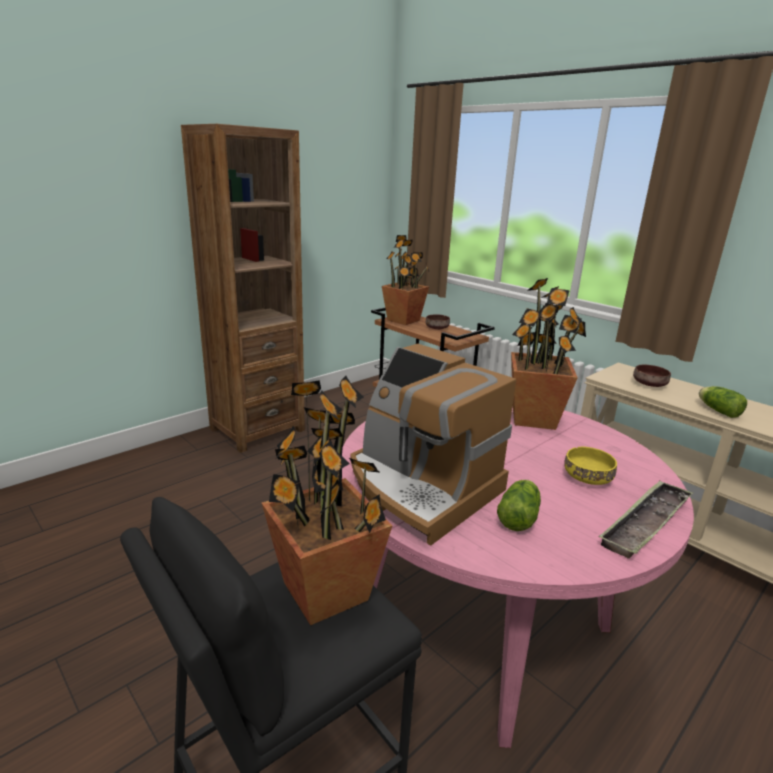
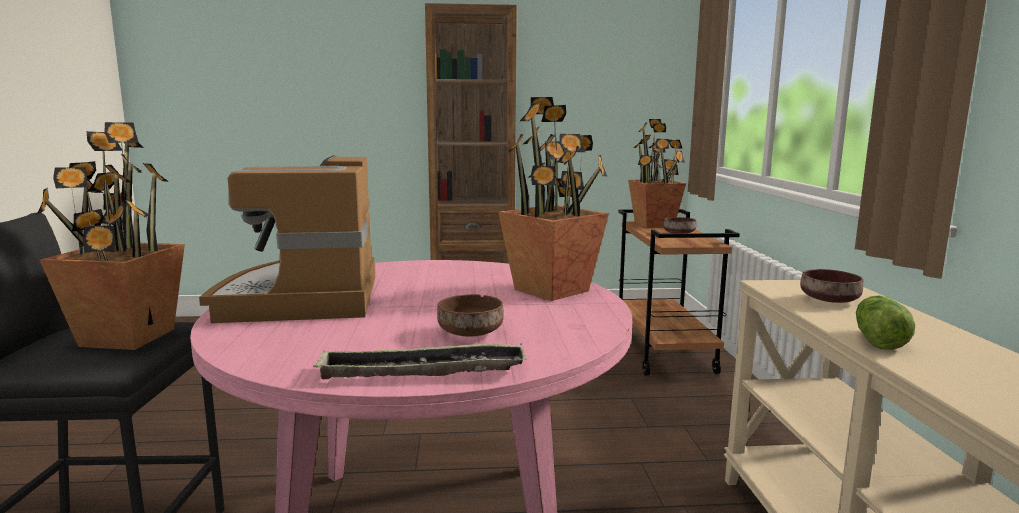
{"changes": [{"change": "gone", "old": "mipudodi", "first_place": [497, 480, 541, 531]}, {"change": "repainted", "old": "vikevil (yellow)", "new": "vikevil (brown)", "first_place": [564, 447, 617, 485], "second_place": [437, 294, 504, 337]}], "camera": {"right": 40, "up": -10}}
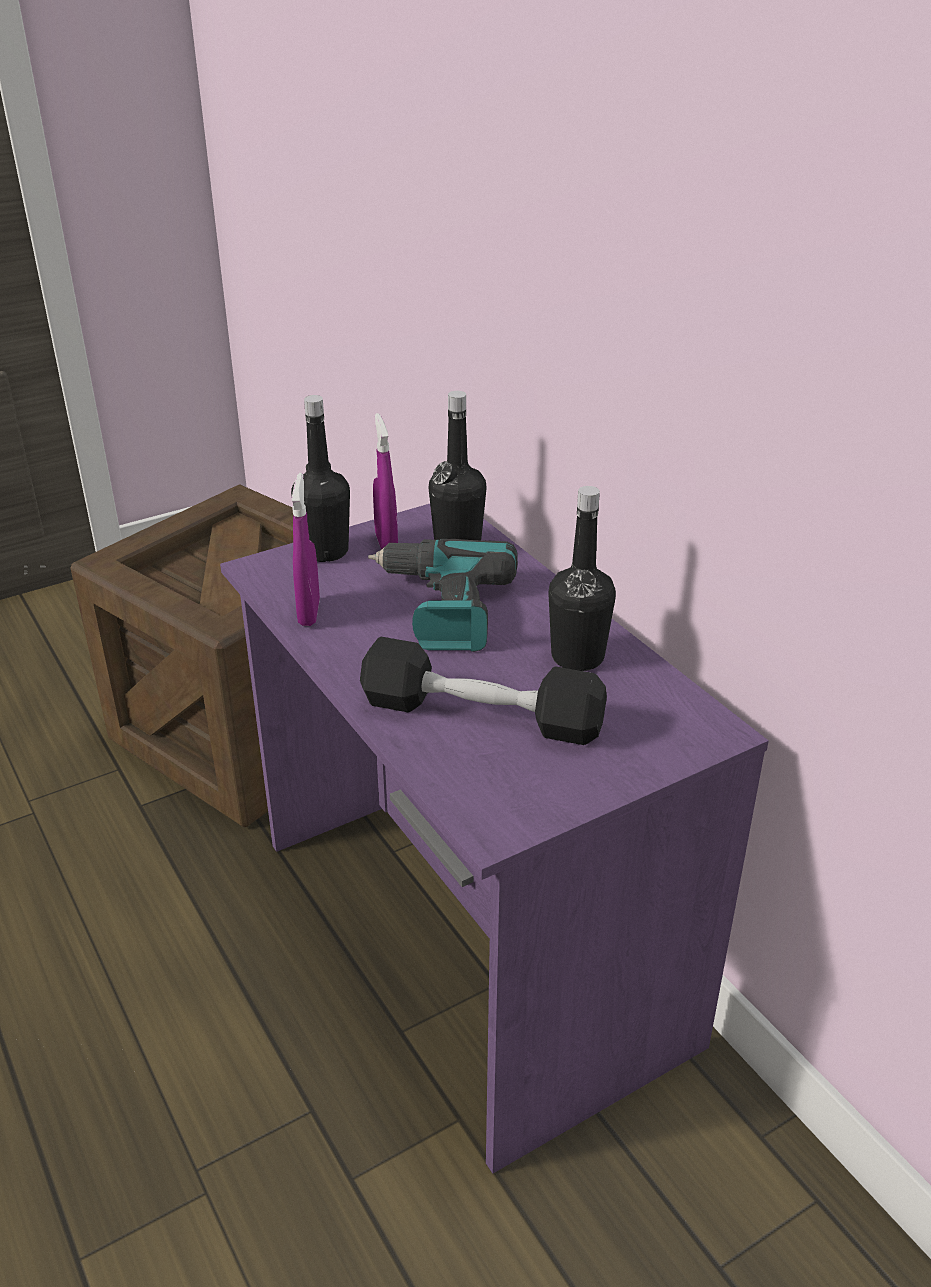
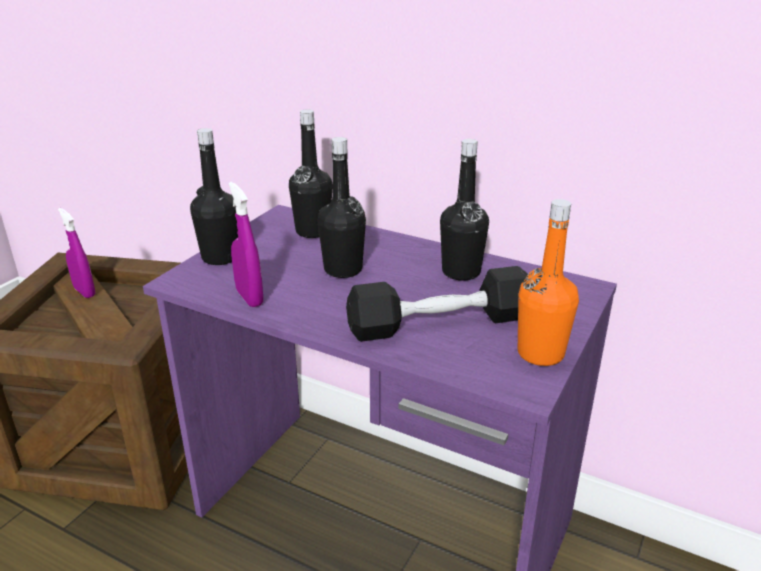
{"changes": [{"change": "swapped", "old": "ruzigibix", "new": "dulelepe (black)", "first_place": [368, 539, 518, 652], "second_place": [317, 137, 366, 278]}, {"change": "shifted", "old": "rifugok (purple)", "first_place": [373, 413, 398, 550], "second_place": [58, 208, 95, 298]}, {"change": "new", "new": "dulelepe (orange)", "second_place": [518, 199, 579, 366]}], "camera": {"right": -30, "up": -5}}
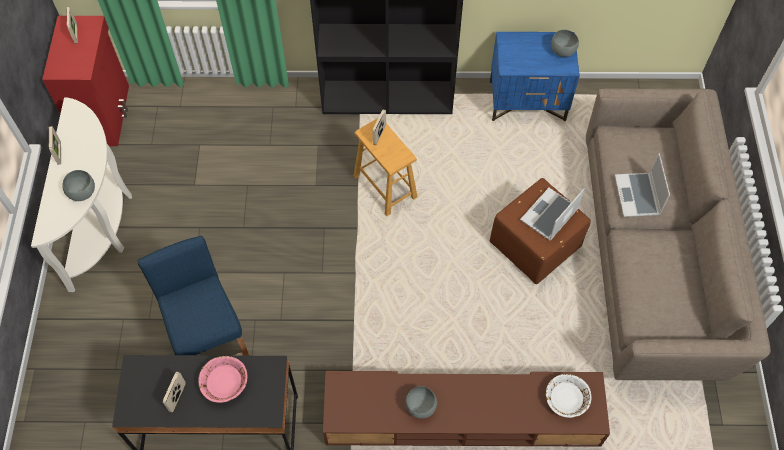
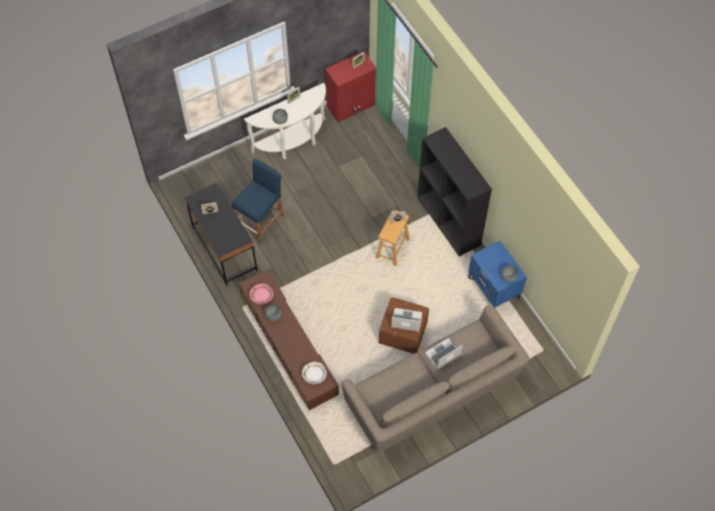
{"changes": [{"change": "shifted", "old": "vikevil (pink)", "first_place": [198, 356, 247, 403], "second_place": [249, 283, 273, 304]}], "camera": {"right": 60, "up": 0}}
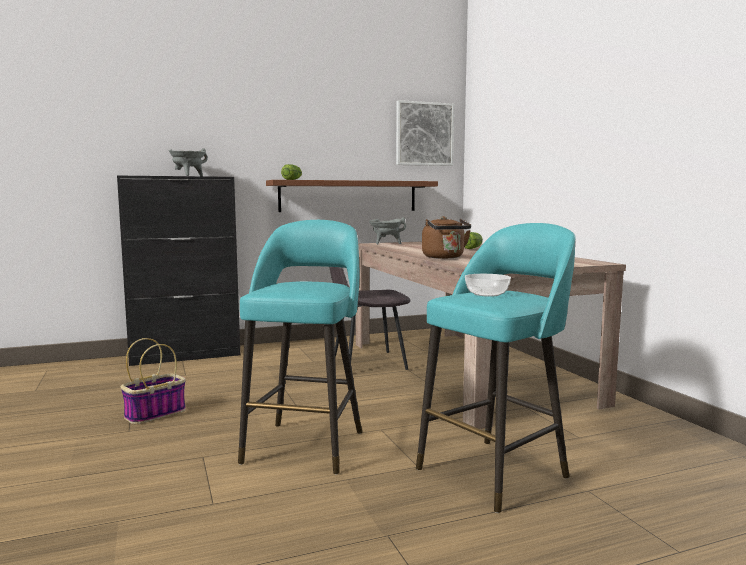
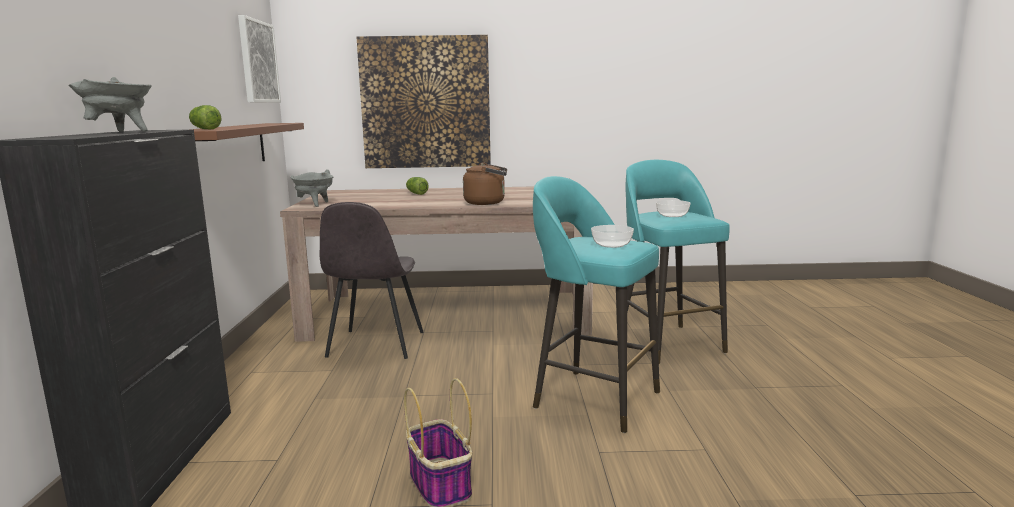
{"changes": [{"change": "new", "new": "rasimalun", "second_place": [356, 35, 491, 168]}, {"change": "new", "new": "vikevil", "second_place": [591, 225, 634, 248]}], "camera": {"right": -70, "up": 5}}
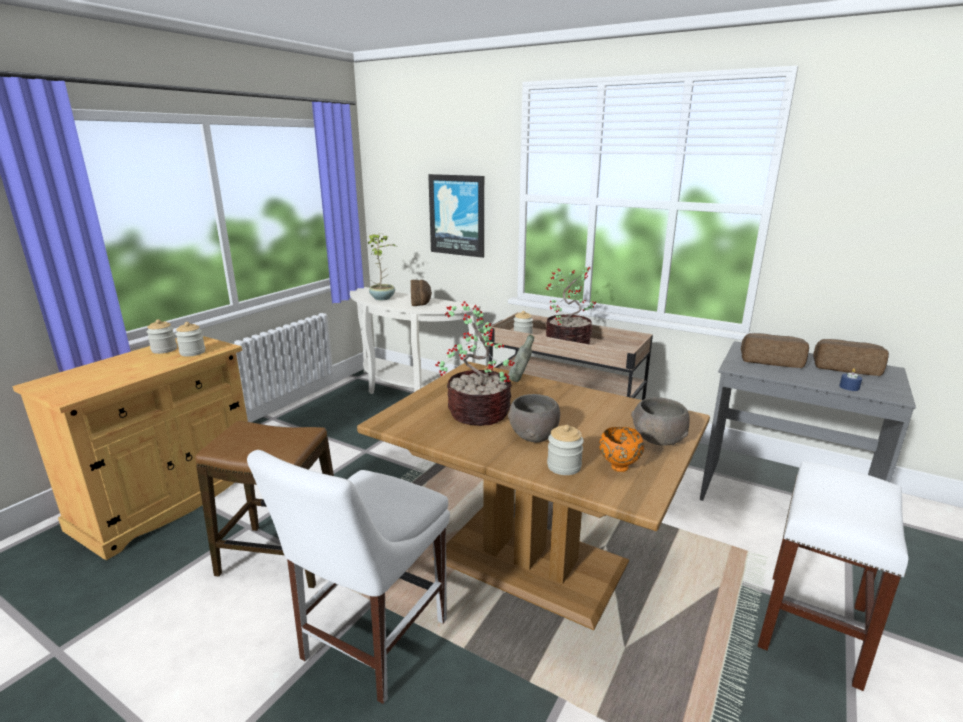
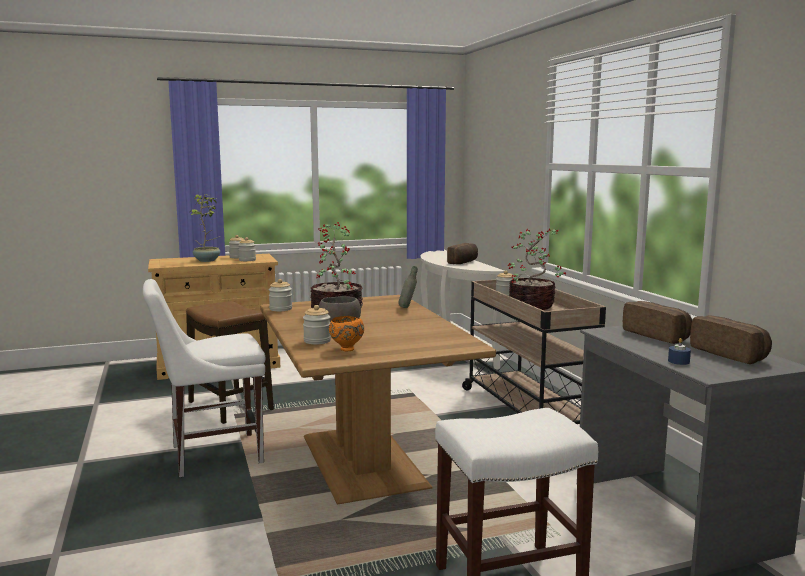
{"changes": [{"change": "shifted", "old": "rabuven", "first_place": [368, 233, 396, 300], "second_place": [191, 194, 220, 262]}, {"change": "gone", "old": "rasimalun", "first_place": [428, 174, 484, 258]}, {"change": "gone", "old": "vikevil (grey)", "first_place": [631, 397, 690, 446]}, {"change": "new", "new": "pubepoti", "second_place": [269, 279, 292, 311]}], "camera": {"right": 40, "up": -10}}
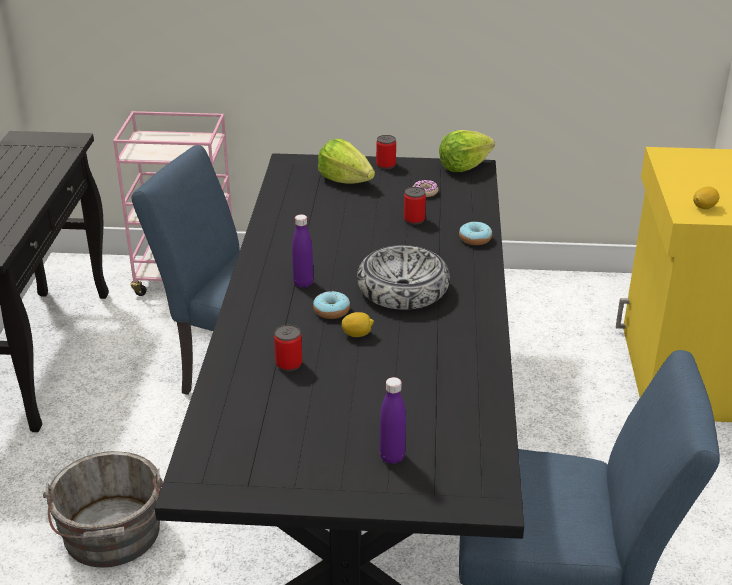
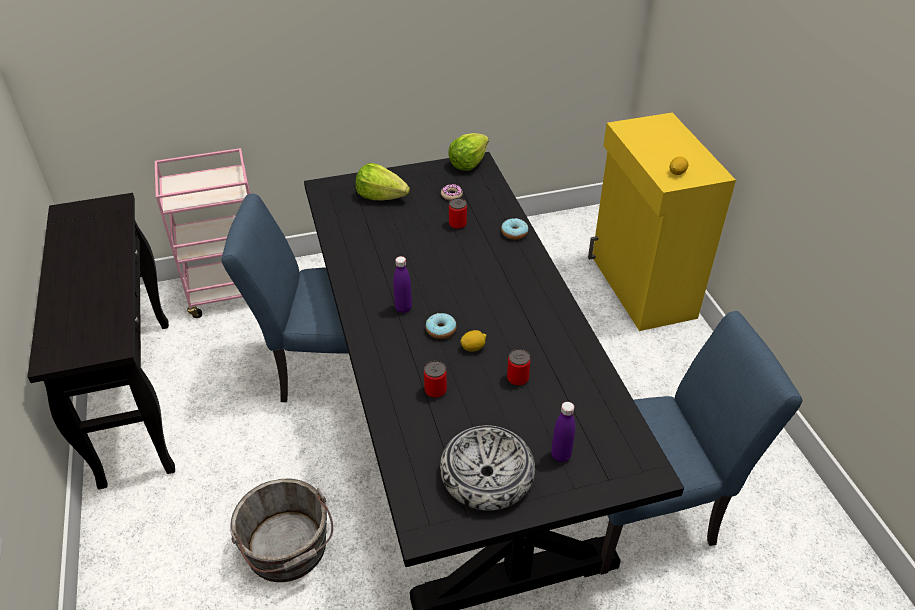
{"changes": [{"change": "shifted", "old": "vikevil", "first_place": [357, 245, 450, 310], "second_place": [440, 425, 535, 511]}, {"change": "shifted", "old": "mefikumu", "first_place": [376, 135, 396, 169], "second_place": [507, 349, 531, 386]}], "camera": {"right": -20, "up": 10}}
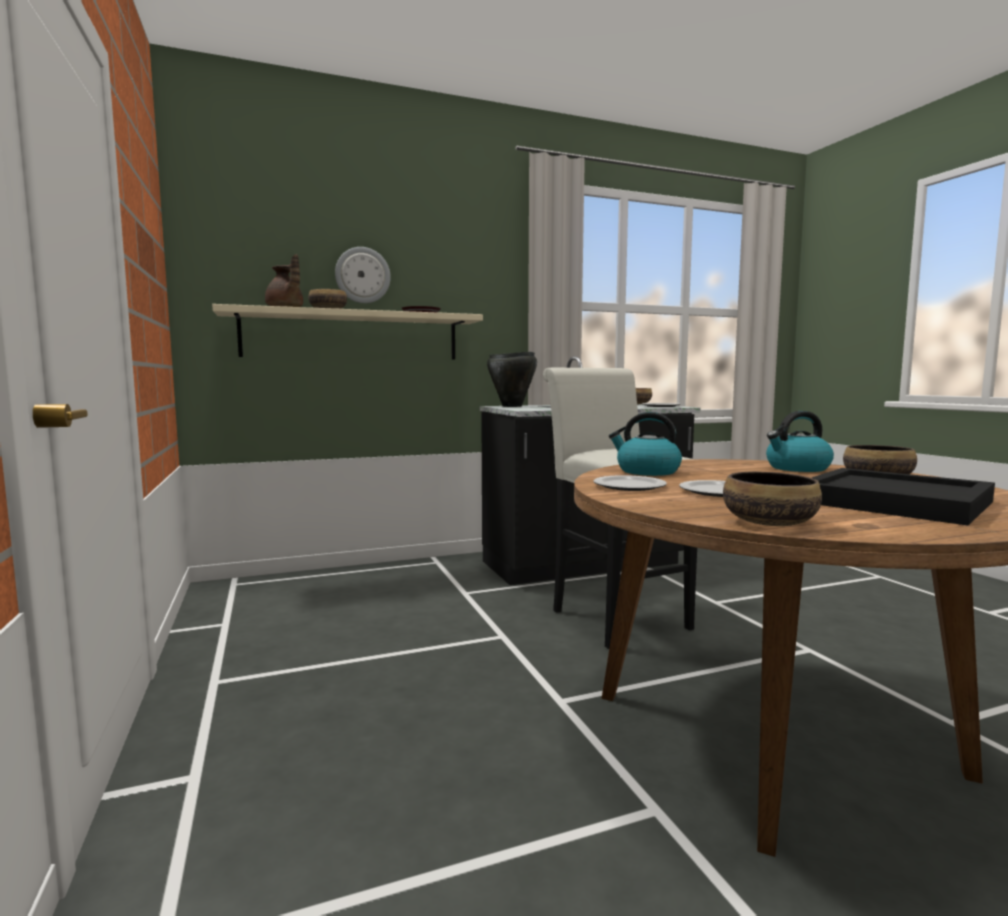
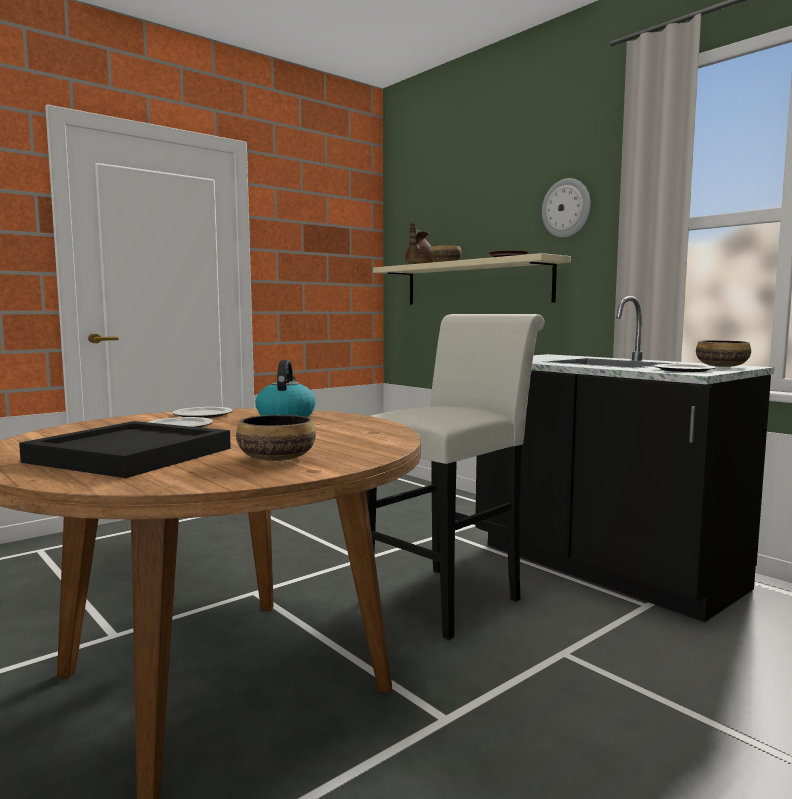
{"changes": [{"change": "shifted", "old": "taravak", "first_place": [335, 247, 391, 303], "second_place": [542, 178, 591, 238]}, {"change": "gone", "old": "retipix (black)", "first_place": [487, 352, 537, 407]}, {"change": "gone", "old": "vikevil", "first_place": [723, 471, 822, 526]}, {"change": "gone", "old": "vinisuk", "first_place": [766, 411, 834, 472]}], "camera": {"right": 70, "up": 0}}
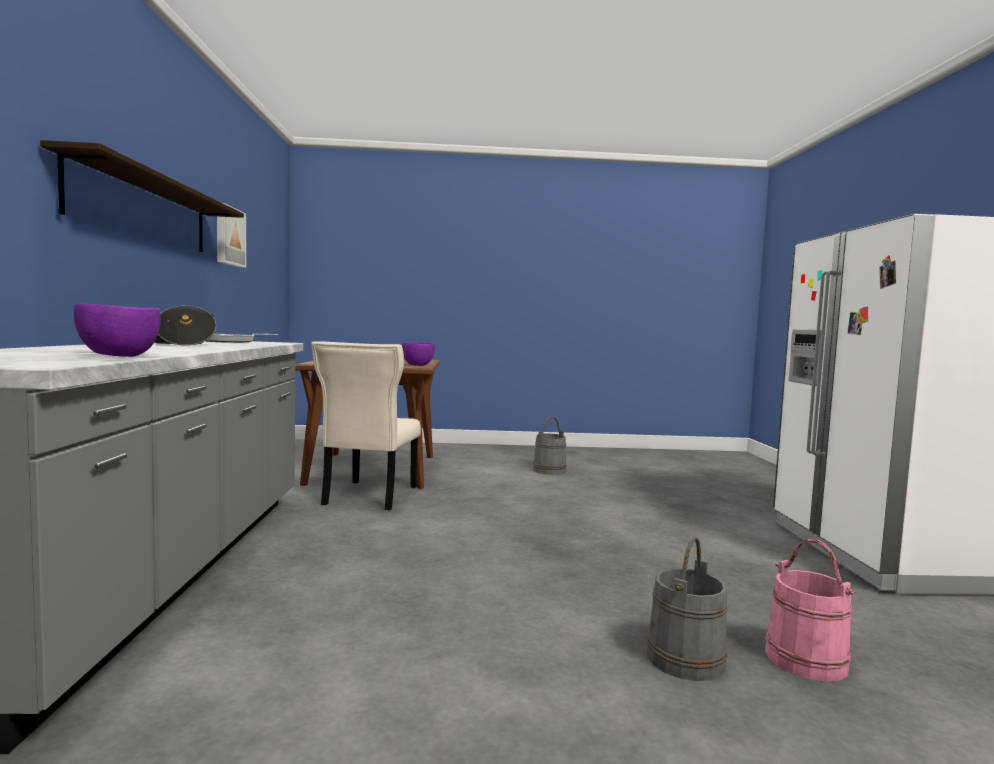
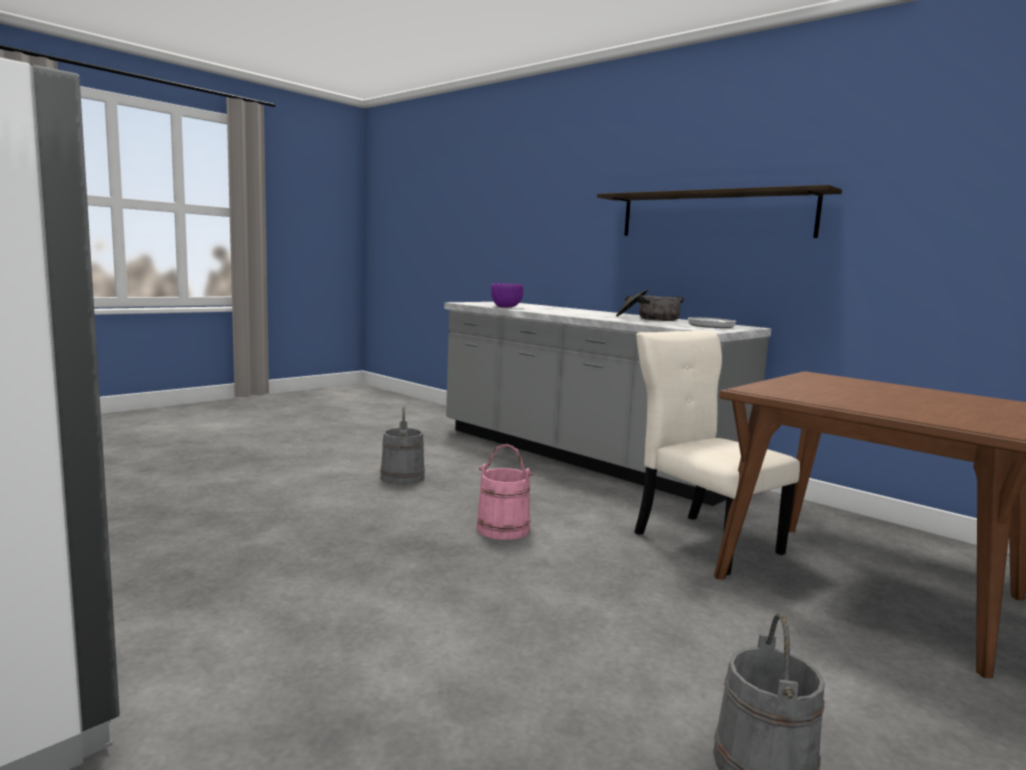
{"changes": [{"change": "gone", "old": "rasimalun", "first_place": [217, 203, 246, 268]}, {"change": "gone", "old": "vikevil (purple)", "first_place": [402, 342, 435, 366]}, {"change": "shifted", "old": "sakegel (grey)", "first_place": [647, 537, 728, 681], "second_place": [380, 406, 425, 484]}, {"change": "shifted", "old": "sakegel (pink)", "first_place": [765, 539, 855, 682], "second_place": [476, 444, 534, 540]}], "camera": {"right": 135, "up": 5}}
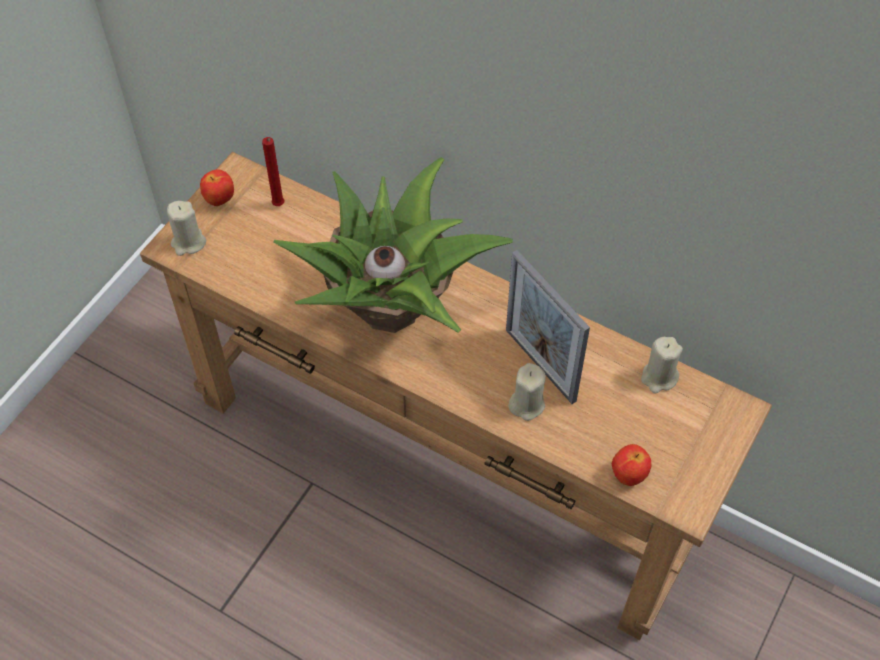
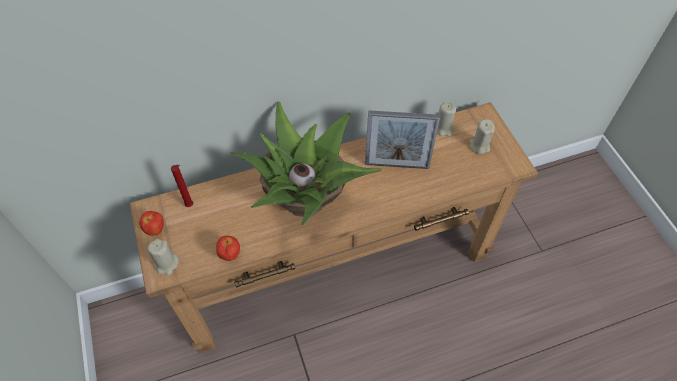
{"changes": [{"change": "shifted", "old": "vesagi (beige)", "first_place": [508, 363, 546, 421], "second_place": [469, 119, 495, 154]}, {"change": "shifted", "old": "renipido", "first_place": [612, 444, 651, 486], "second_place": [216, 236, 240, 261]}], "camera": {"right": -50, "up": 0}}
